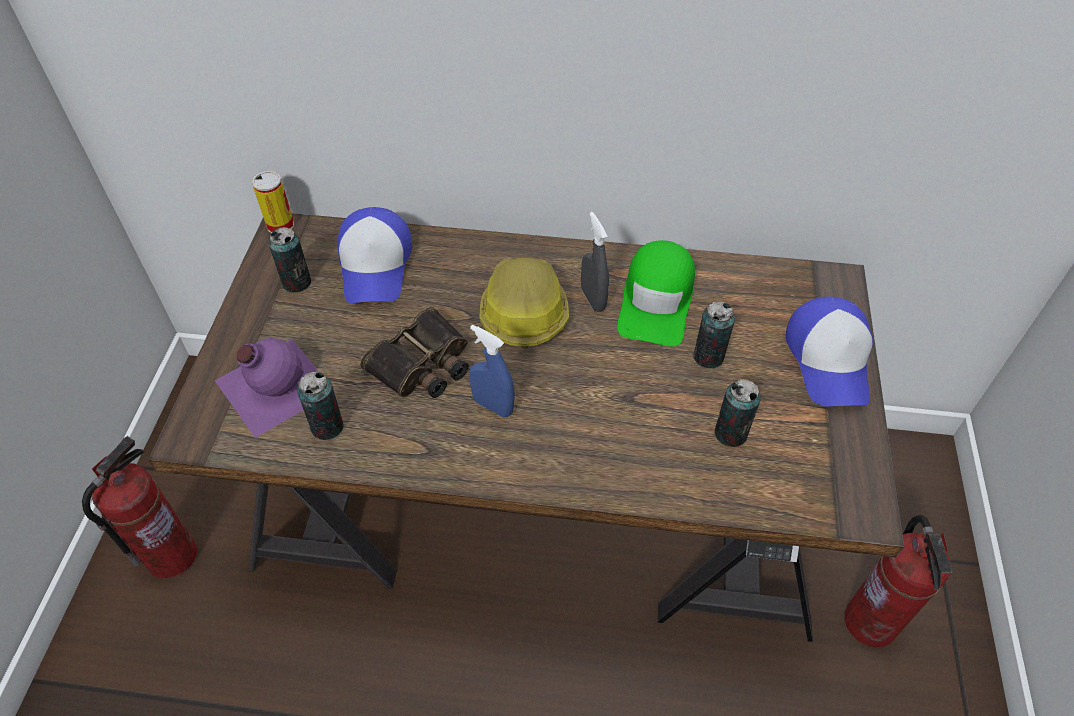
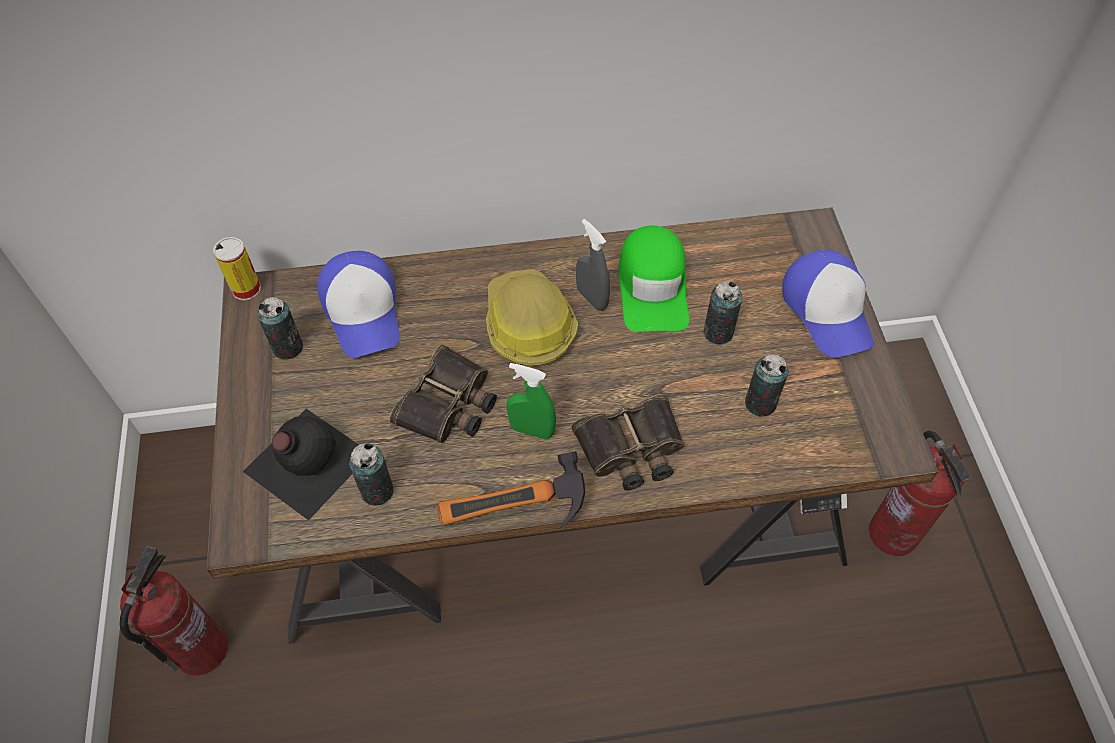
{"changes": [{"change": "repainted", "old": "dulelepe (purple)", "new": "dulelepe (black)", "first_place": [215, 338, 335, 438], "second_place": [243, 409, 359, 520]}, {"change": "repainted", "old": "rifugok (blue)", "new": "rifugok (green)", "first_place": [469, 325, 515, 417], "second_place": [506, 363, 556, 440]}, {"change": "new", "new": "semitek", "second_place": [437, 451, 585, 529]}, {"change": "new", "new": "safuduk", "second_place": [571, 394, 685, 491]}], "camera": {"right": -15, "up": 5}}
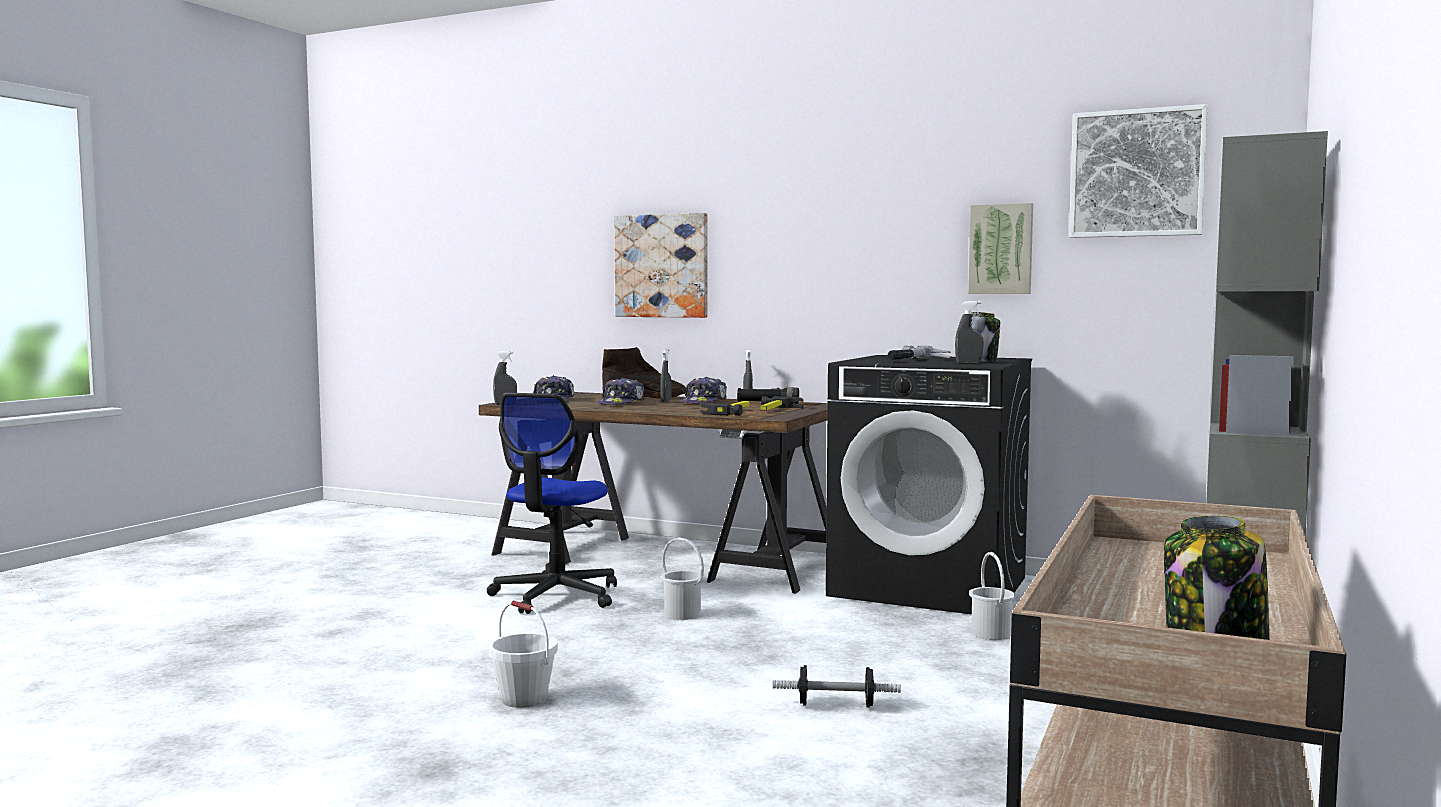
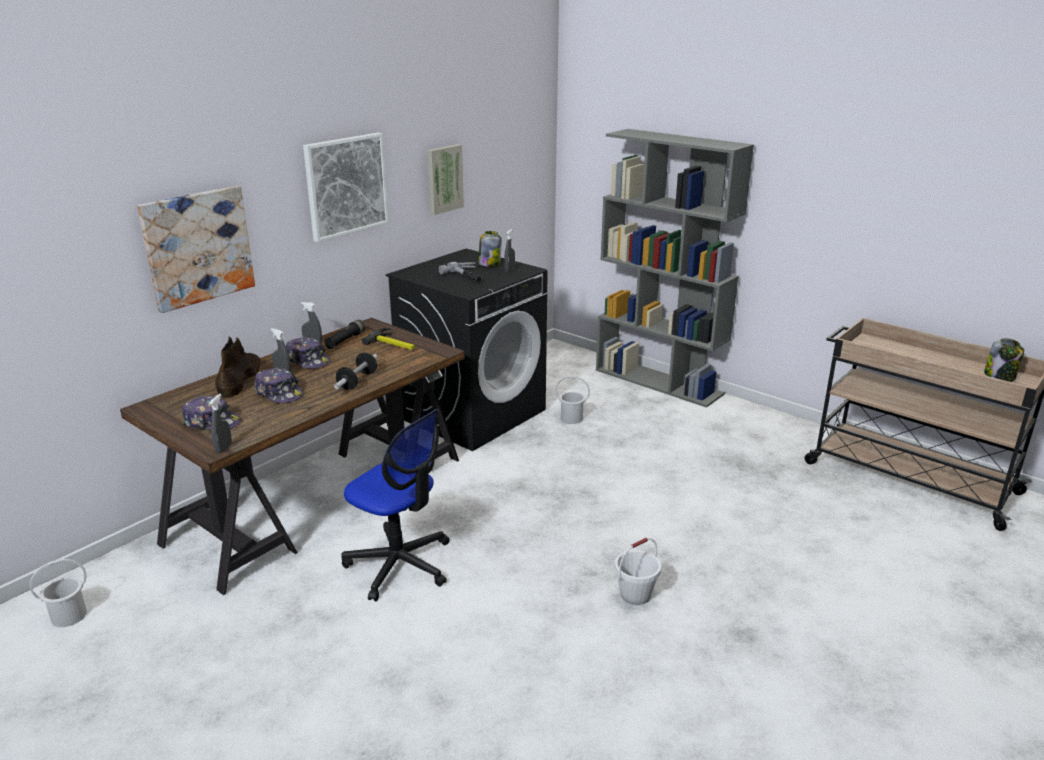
{"changes": [{"change": "shifted", "old": "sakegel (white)", "first_place": [661, 537, 704, 620], "second_place": [30, 559, 87, 627]}, {"change": "gone", "old": "semitek", "first_place": [700, 401, 750, 416]}, {"change": "shifted", "old": "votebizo", "first_place": [773, 665, 901, 708], "second_place": [334, 353, 378, 390]}, {"change": "shifted", "old": "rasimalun", "first_place": [1069, 104, 1208, 238], "second_place": [303, 133, 389, 242]}], "camera": {"right": -75, "up": 20}}
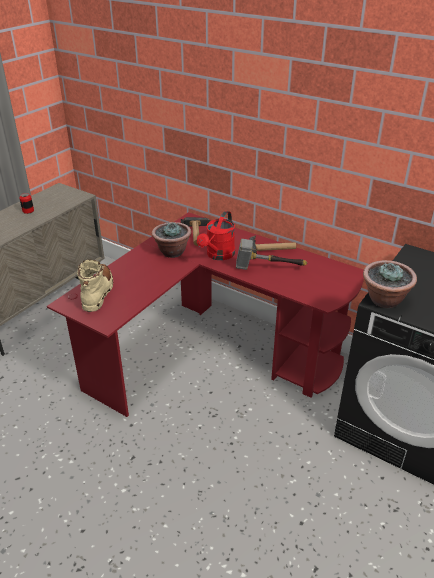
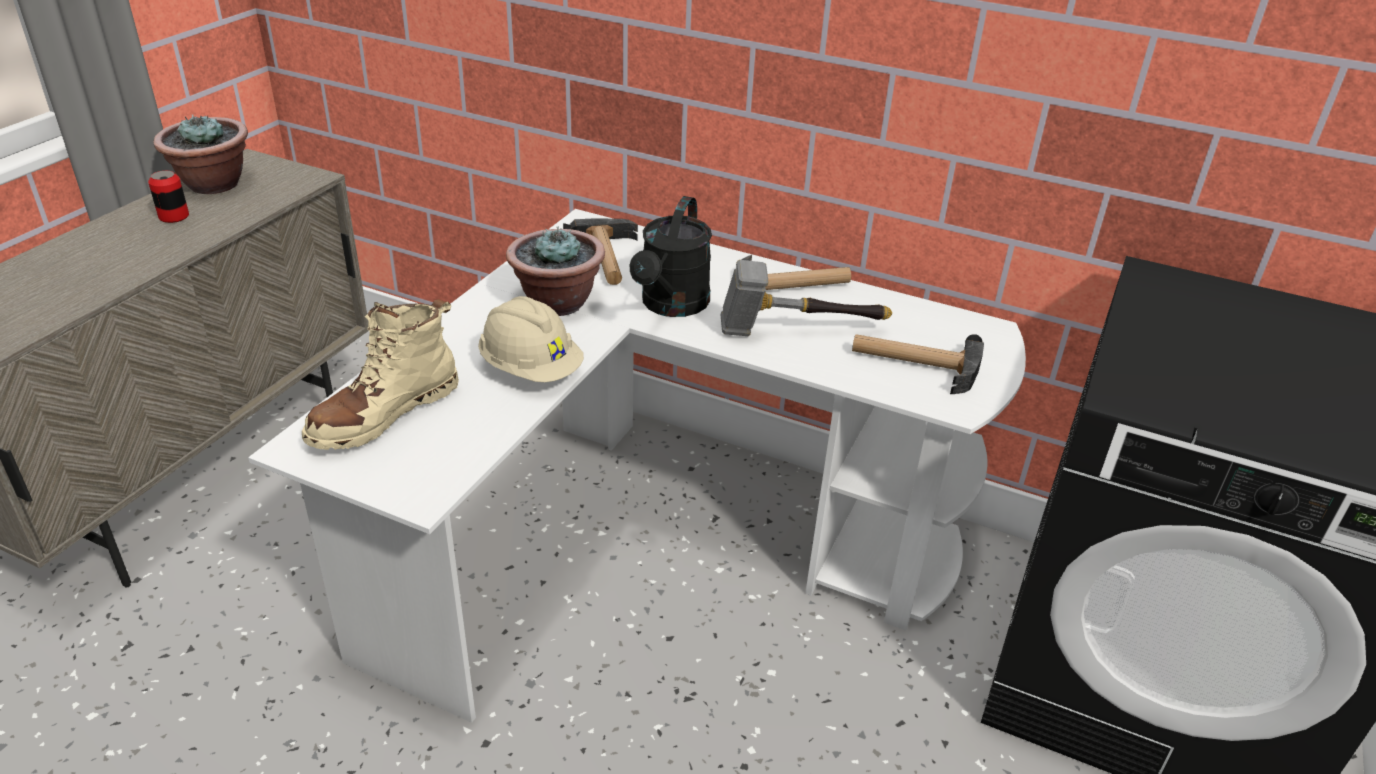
{"changes": [{"change": "repainted", "old": "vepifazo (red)", "new": "vepifazo (white)", "first_place": [47, 212, 364, 417], "second_place": [248, 209, 1026, 723]}, {"change": "rotated", "old": "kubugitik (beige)", "first_place": [77, 260, 113, 312], "second_place": [302, 299, 459, 450], "degrees": -135}, {"change": "repainted", "old": "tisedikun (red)", "new": "tisedikun (black)", "first_place": [197, 211, 235, 260], "second_place": [630, 196, 712, 317]}, {"change": "shifted", "old": "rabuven", "first_place": [363, 260, 417, 308], "second_place": [153, 114, 248, 194]}, {"change": "new", "new": "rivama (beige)", "second_place": [478, 296, 584, 382]}, {"change": "new", "new": "semitek", "second_place": [852, 334, 984, 394]}], "camera": {"right": -10, "up": 0}}
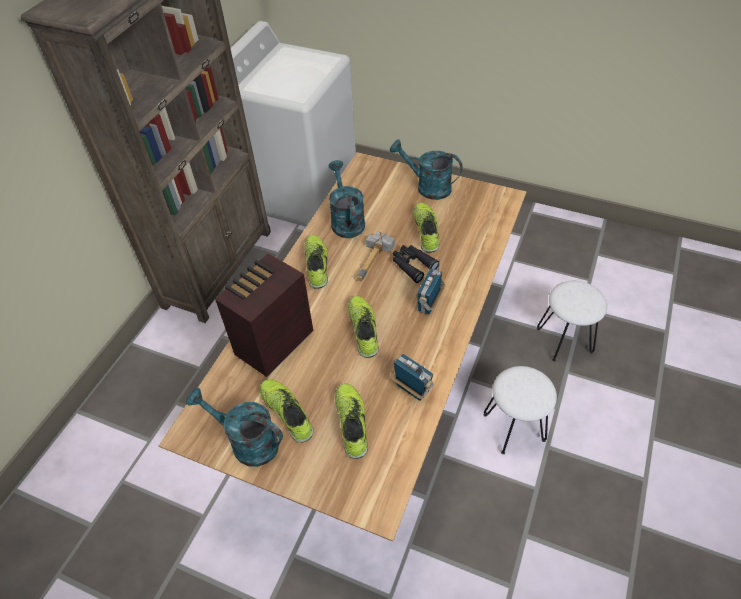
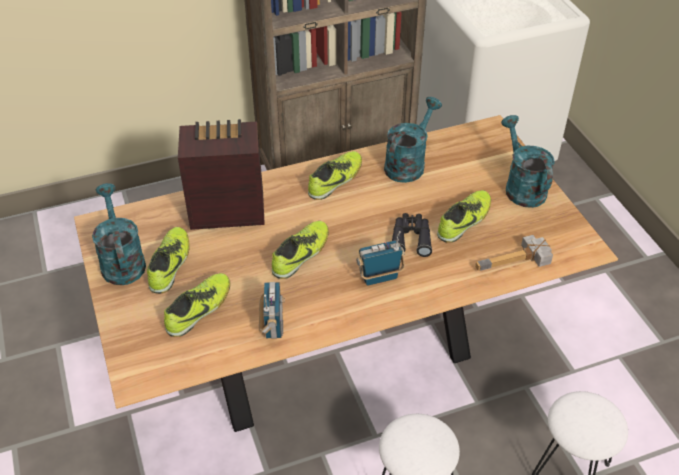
{"changes": [{"change": "shifted", "old": "semitek", "first_place": [357, 231, 395, 282], "second_place": [475, 235, 553, 271]}], "camera": {"right": 45, "up": -5}}
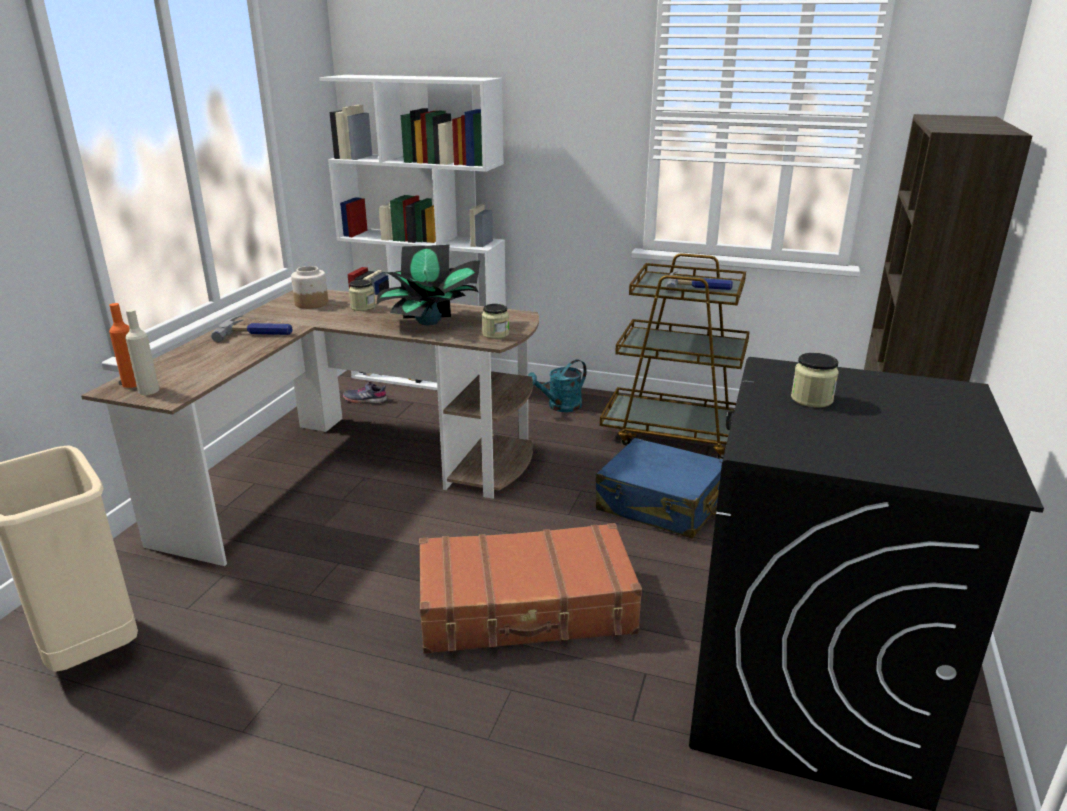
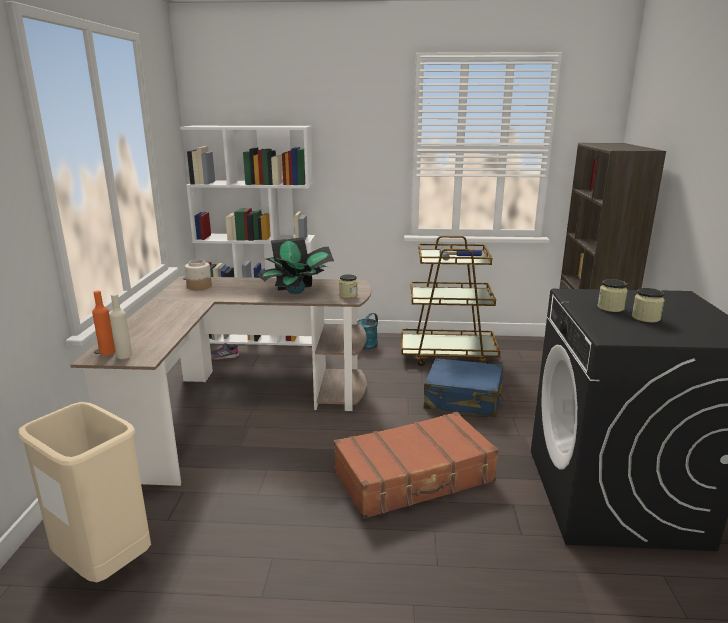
{"changes": [{"change": "gone", "old": "semitek", "first_place": [211, 315, 292, 342]}, {"change": "shifted", "old": "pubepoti", "first_place": [349, 279, 375, 311], "second_place": [632, 288, 665, 323]}], "camera": {"right": -15, "up": -5}}
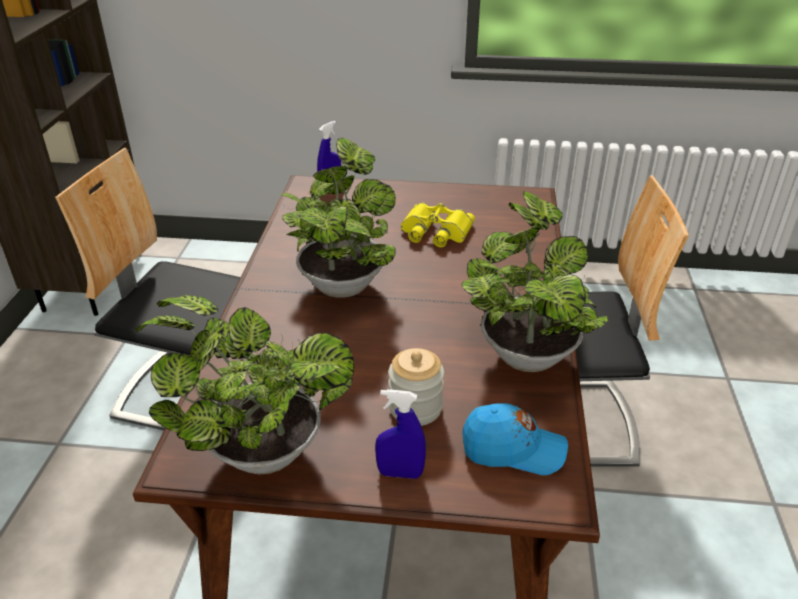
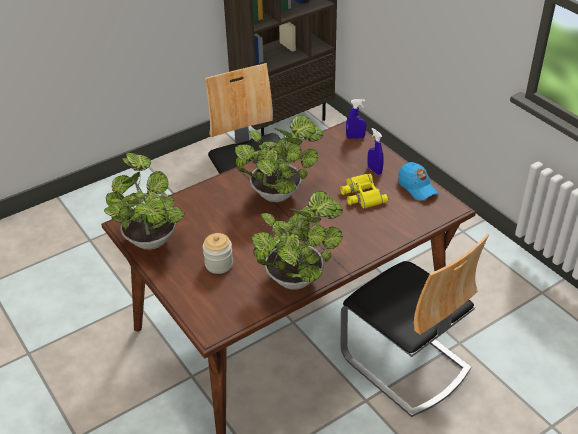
{"changes": [{"change": "shifted", "old": "rifugok (blue)", "first_place": [375, 389, 426, 479], "second_place": [367, 128, 384, 175]}, {"change": "shifted", "old": "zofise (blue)", "first_place": [462, 404, 568, 475], "second_place": [398, 162, 438, 200]}], "camera": {"right": 50, "up": 5}}
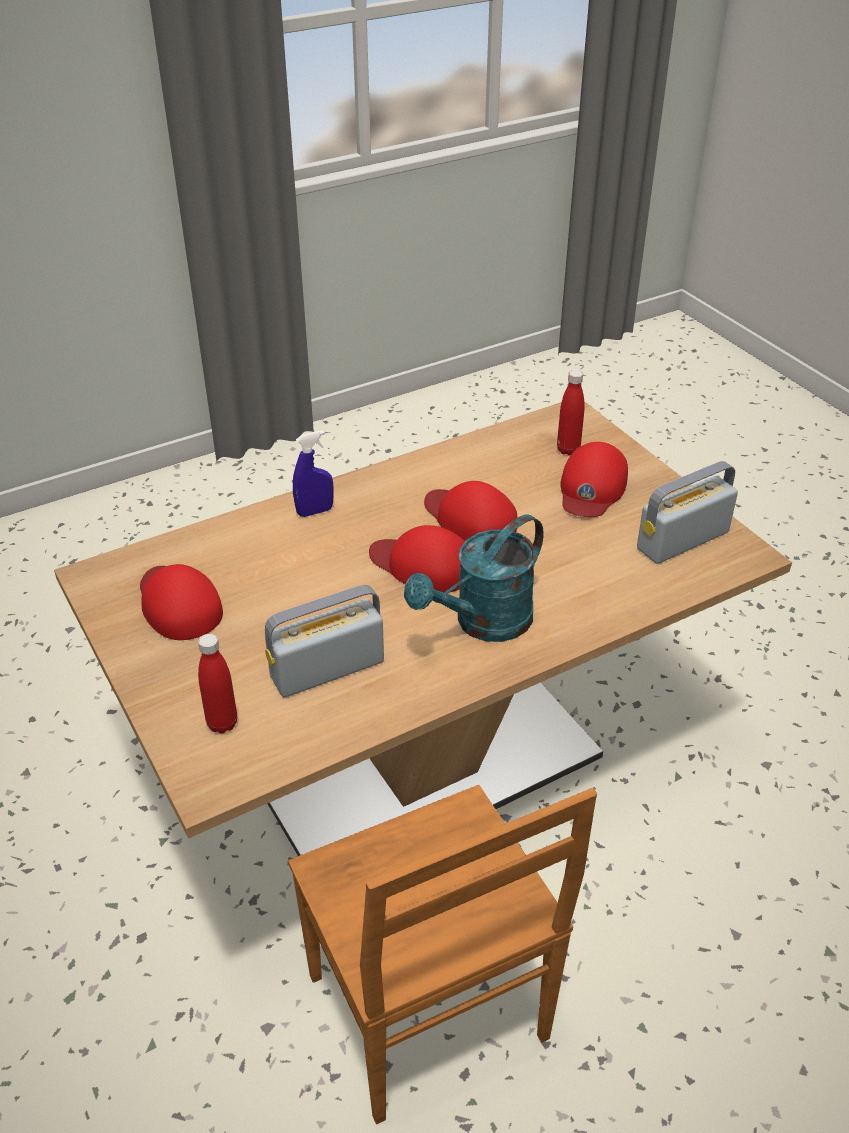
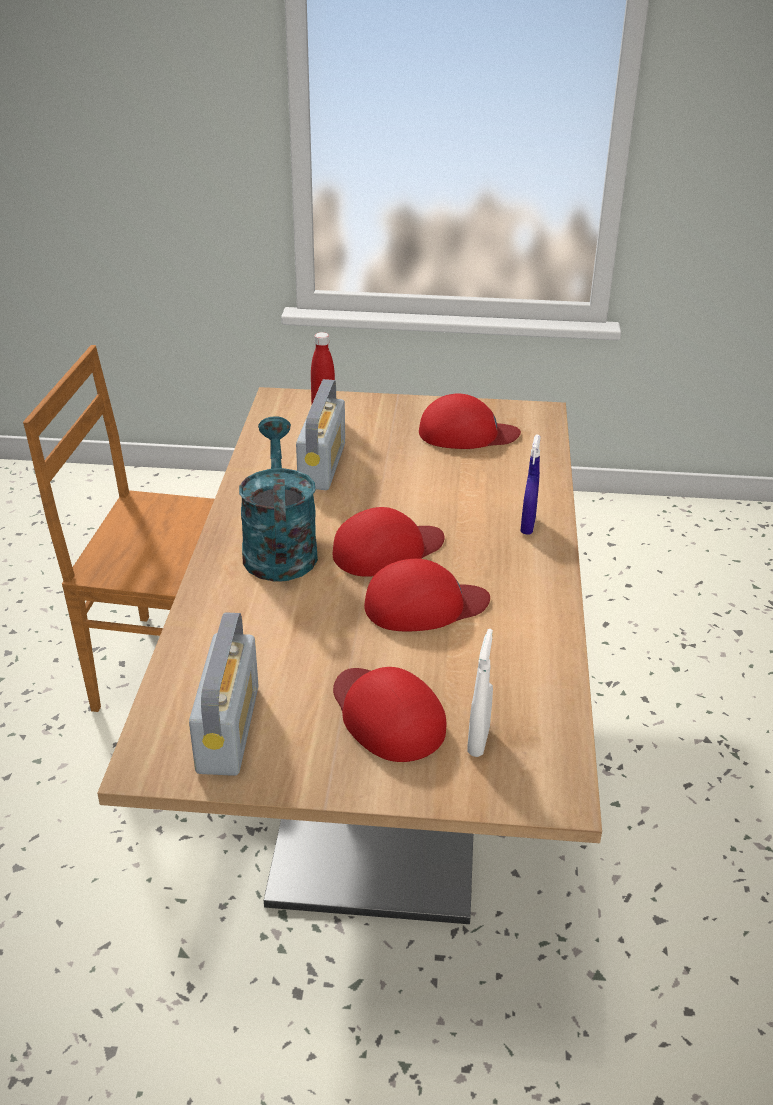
{"changes": [{"change": "swapped", "old": "dulelepe (red)", "new": "rifugok (white)", "first_place": [557, 370, 585, 455], "second_place": [467, 629, 493, 757]}], "camera": {"right": 125, "up": -5}}
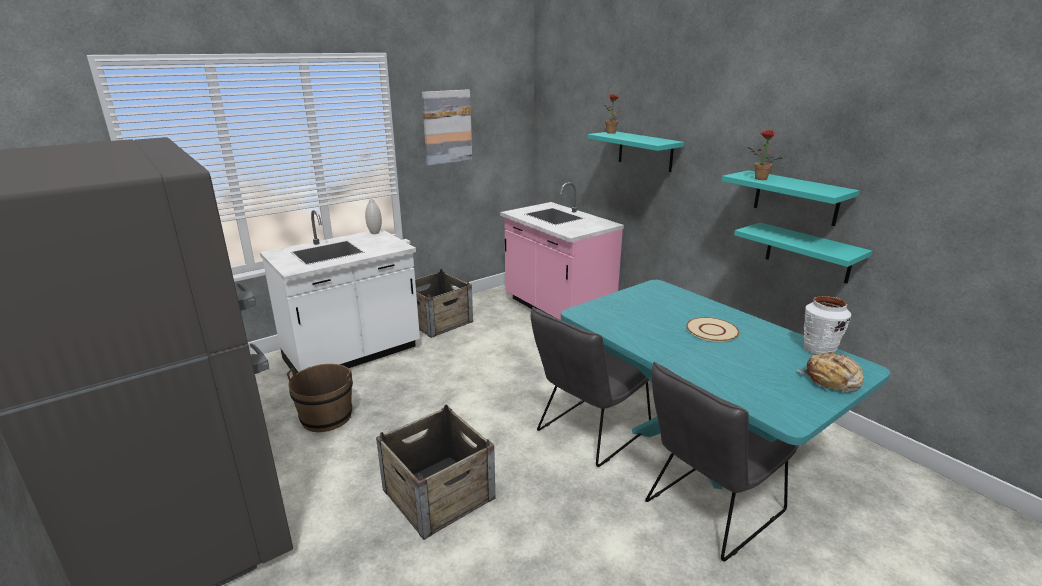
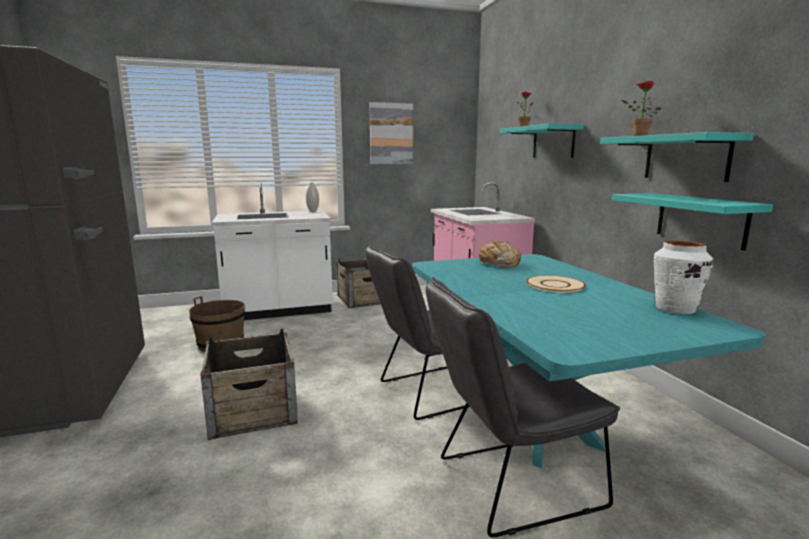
{"changes": [{"change": "shifted", "old": "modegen", "first_place": [797, 352, 864, 393], "second_place": [478, 241, 521, 268]}], "camera": {"right": 20, "up": -10}}
